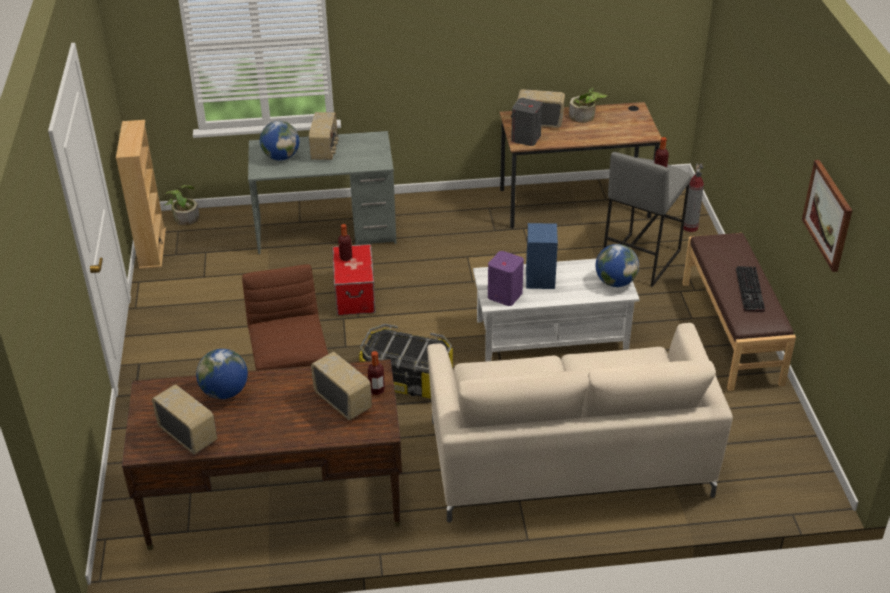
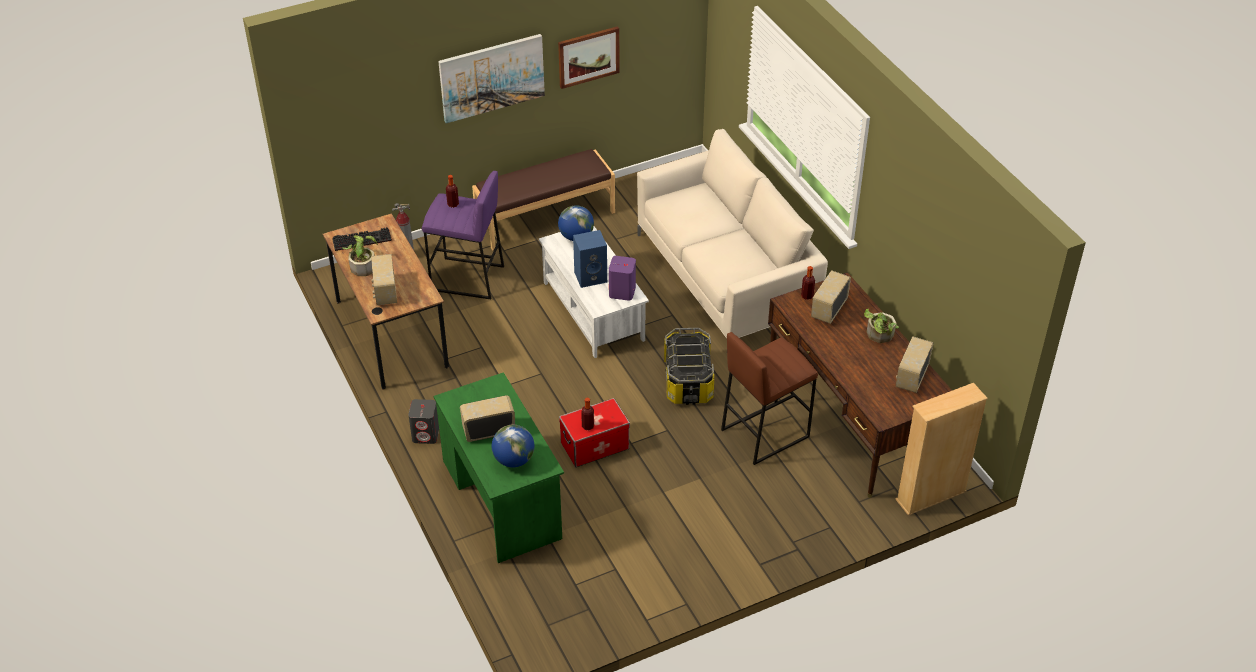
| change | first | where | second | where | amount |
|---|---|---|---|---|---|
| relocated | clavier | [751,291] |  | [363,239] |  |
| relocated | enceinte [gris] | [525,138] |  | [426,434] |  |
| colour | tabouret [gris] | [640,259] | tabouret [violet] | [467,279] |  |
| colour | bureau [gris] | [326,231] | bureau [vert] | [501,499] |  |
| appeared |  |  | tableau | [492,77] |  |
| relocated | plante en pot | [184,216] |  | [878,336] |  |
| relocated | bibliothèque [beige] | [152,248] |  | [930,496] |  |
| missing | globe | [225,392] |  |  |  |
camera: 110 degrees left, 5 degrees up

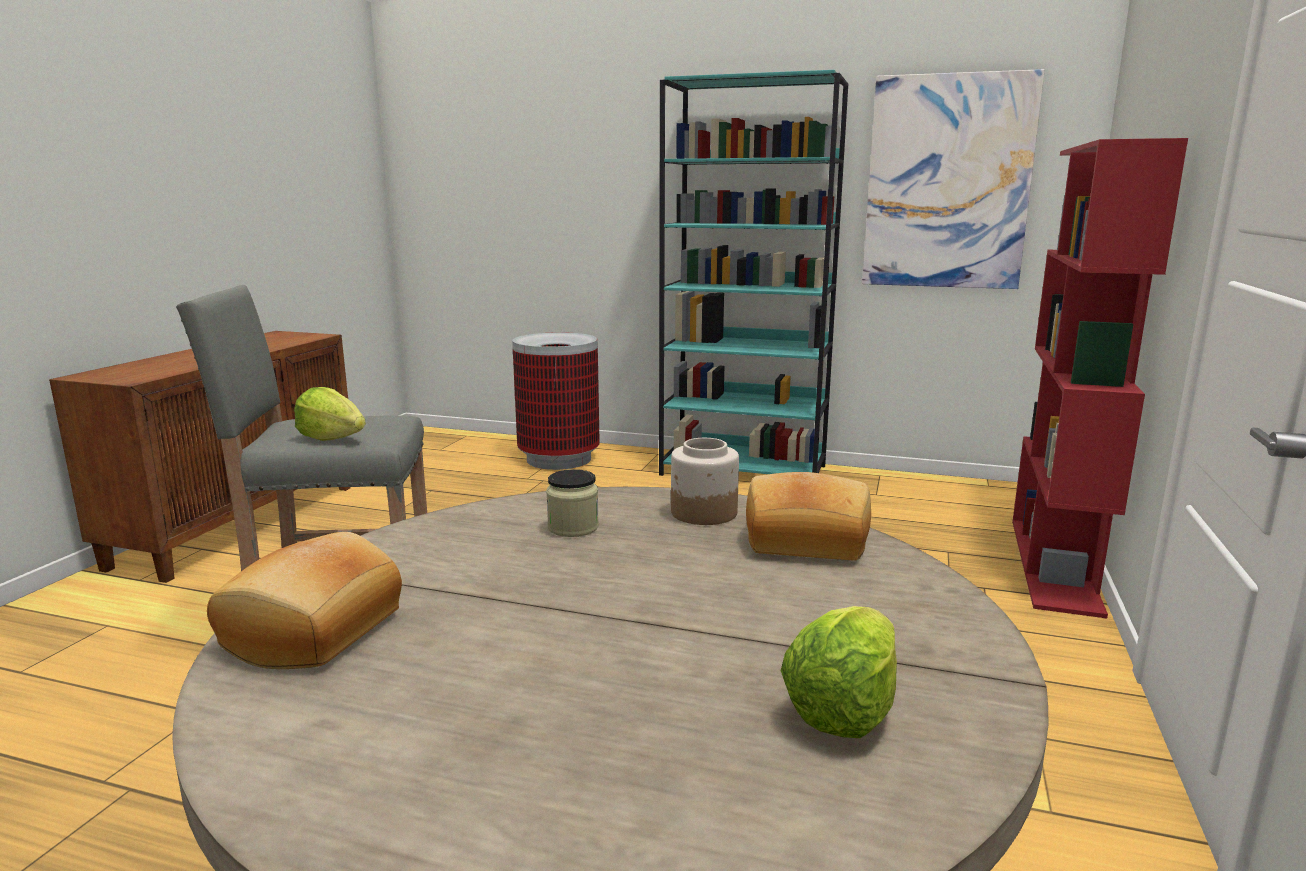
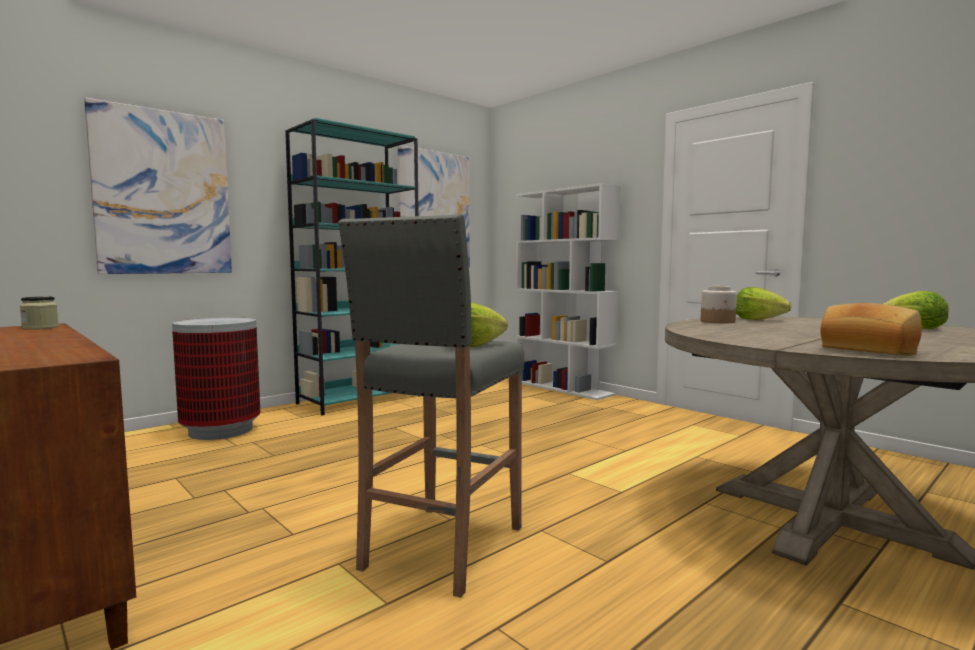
| change | first | where | second | where | amount |
|---|---|---|---|---|---|
| relocated | bocal | [573,527] |  | [40,328] |  |
| appeared |  |  | tableau | [163,193] |  |
| colour | bibliothèque [rouge] | [1055,565] | bibliothèque [blanc] | [563,388] |  |
| exchanged | pain | [806,540] | laitue | [758,319] |  |
camera: 60 degrees left, 10 degrees down

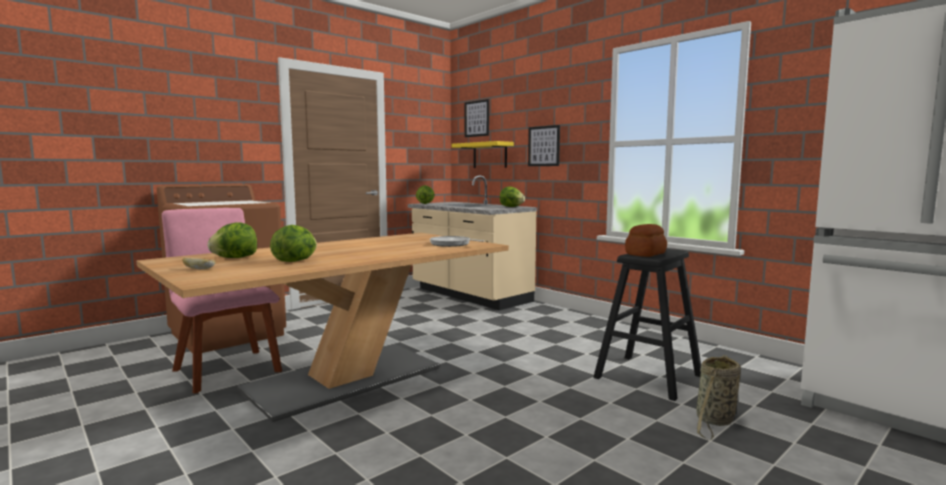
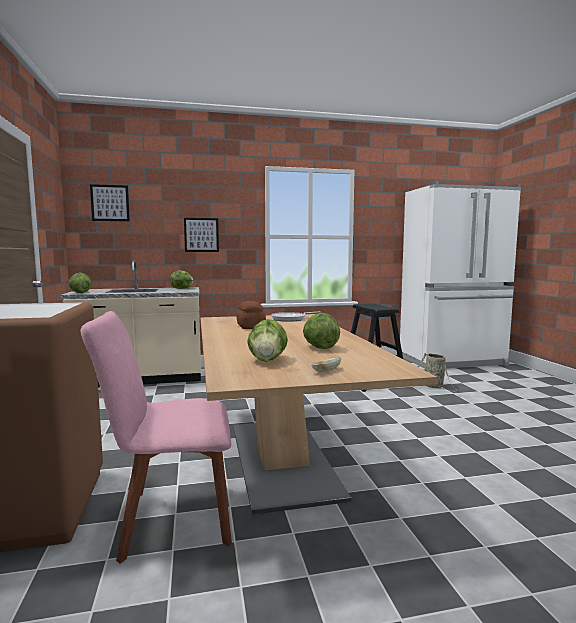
| change | first | where | second | where | amount |
|---|---|---|---|---|---|
| relocated | pain | [646,254] |  | [251,326] |  |
| missing | étagère [jaune] | [490,155] |  |  |  |
camera: 60 degrees left, 0 degrees up

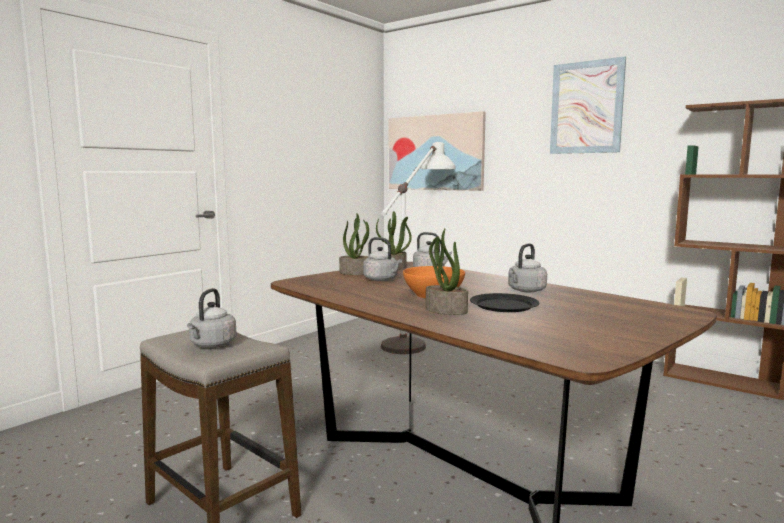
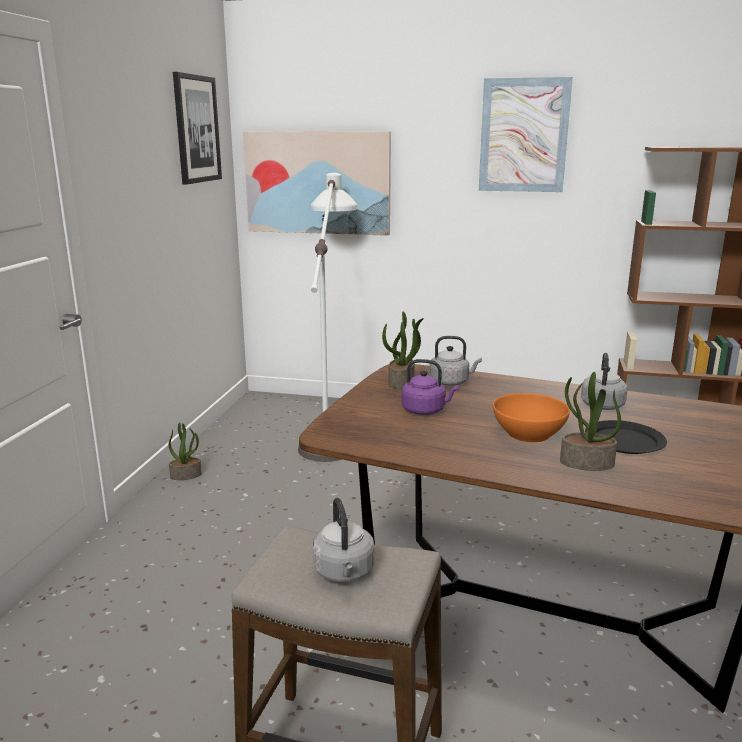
| change | first | where | second | where | amount |
|---|---|---|---|---|---|
| relocated | plante en pot | [356,273] |  | [186,475] |  |
| appeared |  |  | tableau | [196,129] |  |
| colour | bouilloire [gris] | [382,279] | bouilloire [violet] | [426,410] |  |
camera: 25 degrees left, 10 degrees up

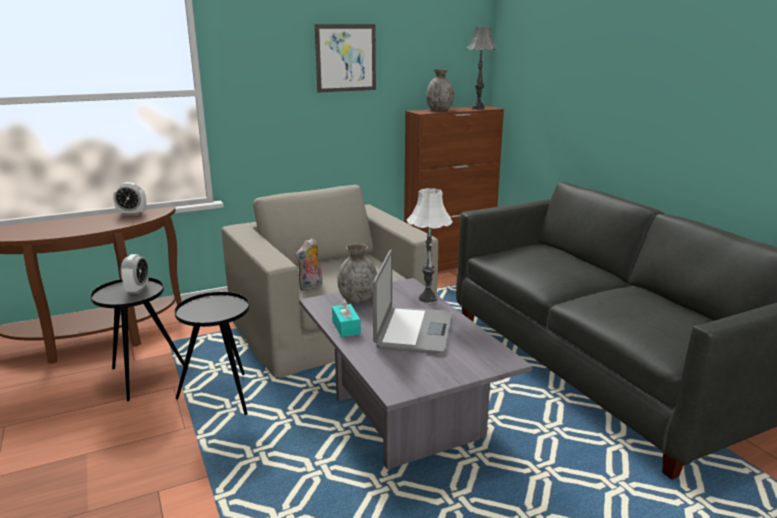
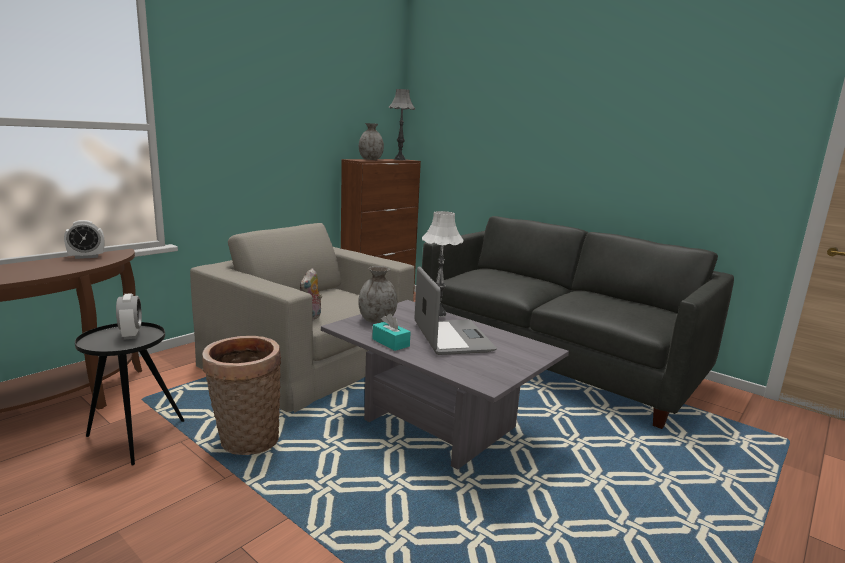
| change | first | where | second | where | amount |
|---|---|---|---|---|---|
| exchanged | table d'appoint [noir] | [222,397] | panier | [246,441] |  |
| missing | tableau | [346,58] |  |  |  |
camera: 25 degrees left, 5 degrees down

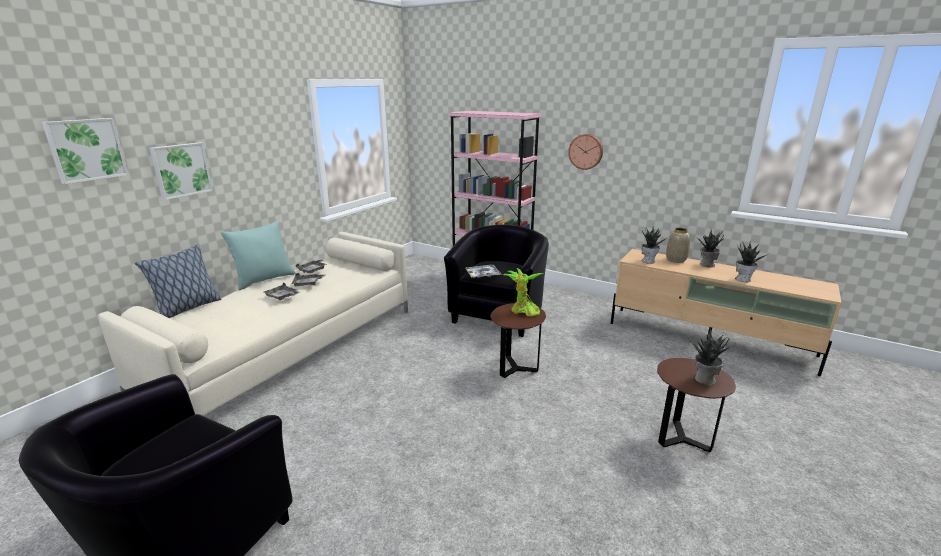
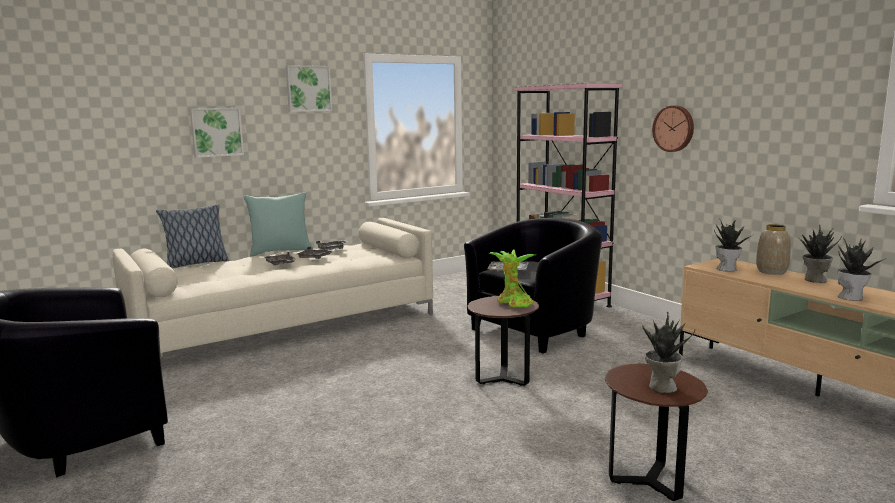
| change | first | where | second | where | amount |
|---|---|---|---|---|---|
| relocated | tableau | [86,149] |  | [308,88] |  |
camera: 25 degrees right, 10 degrees down

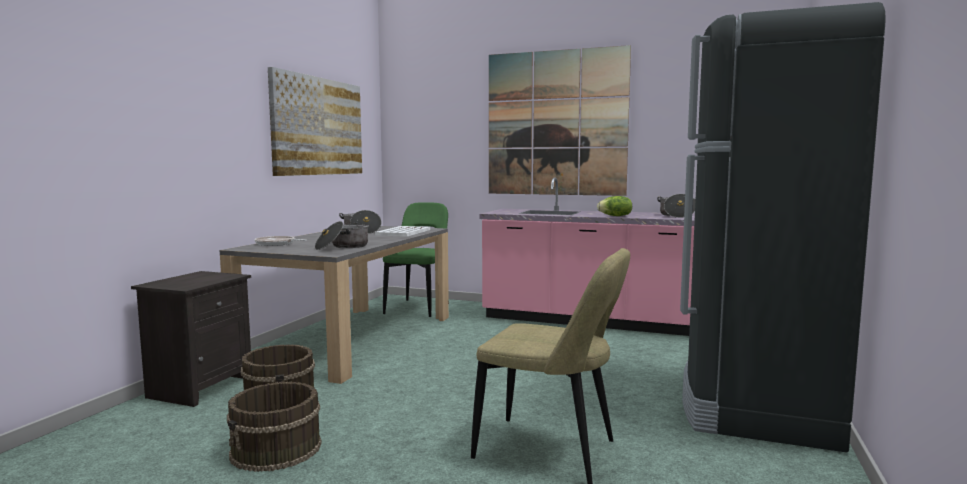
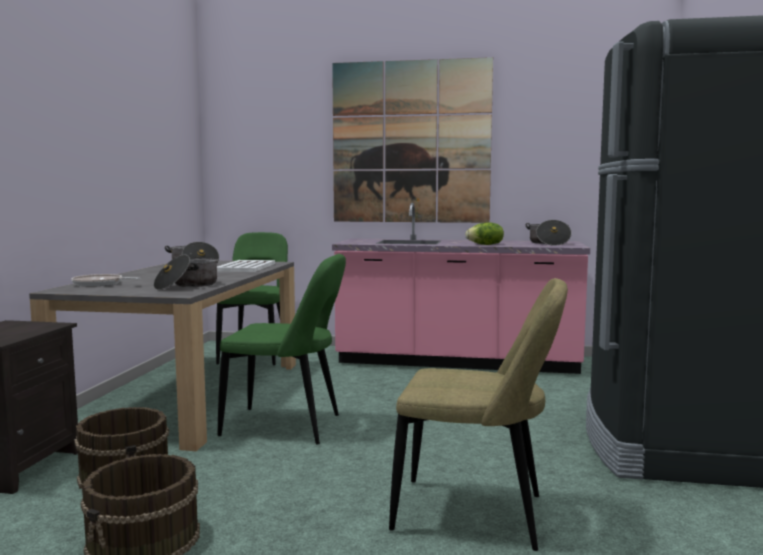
| change | first | where | second | where | amount |
|---|---|---|---|---|---|
| appeared |  |  | chaise [vert] | [287,426] |  |
| missing | tableau | [318,126] |  |  |  |
camera: 10 degrees left, 0 degrees up

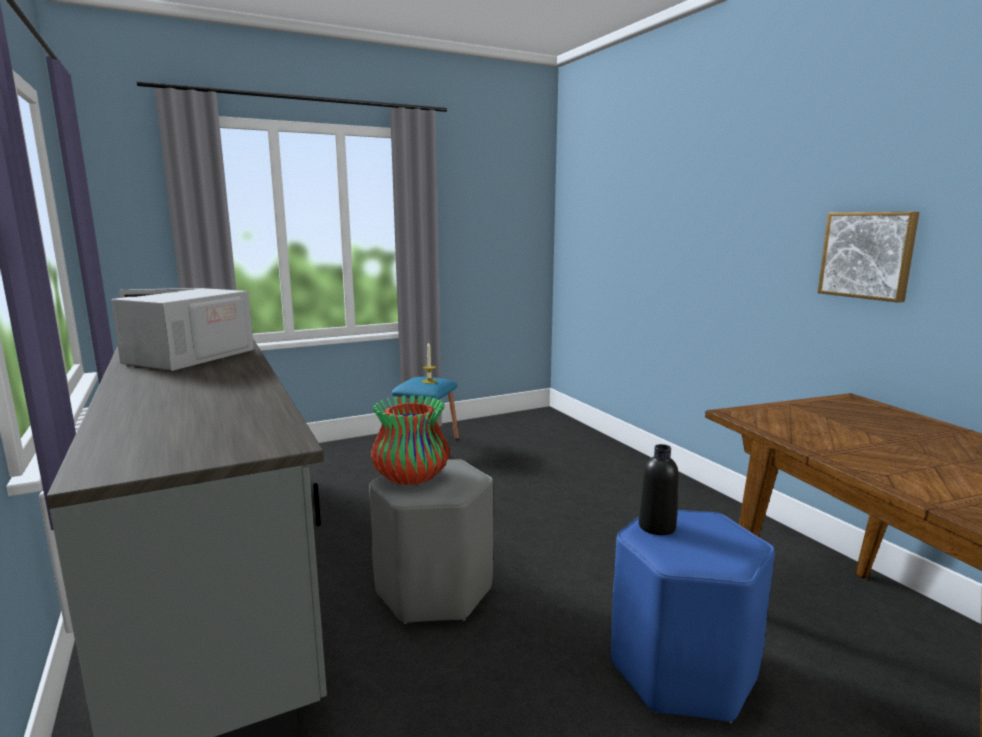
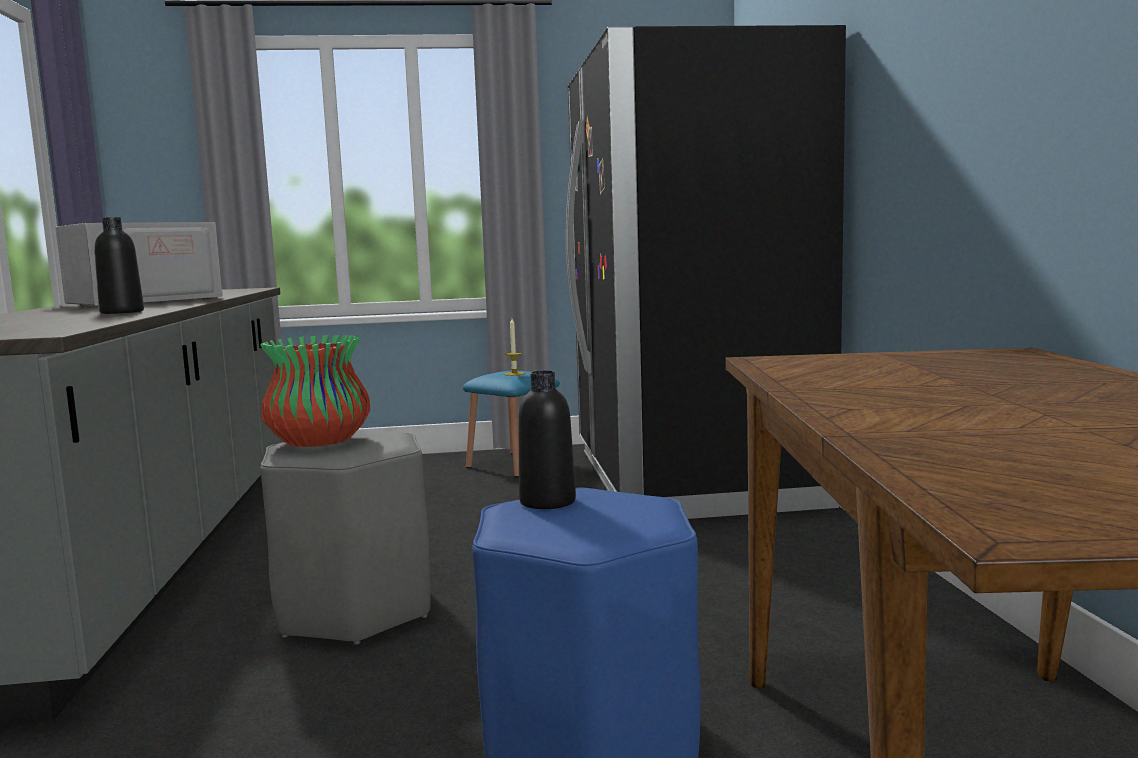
| change | first | where | second | where | amount |
|---|---|---|---|---|---|
| appeared |  |  | bouteille [noir] | [122,312] |  |
| appeared |  |  | réfrigérateur [noir] | [691,478] |  |
| missing | tableau | [867,255] |  |  |  |
camera: 20 degrees right, 5 degrees down

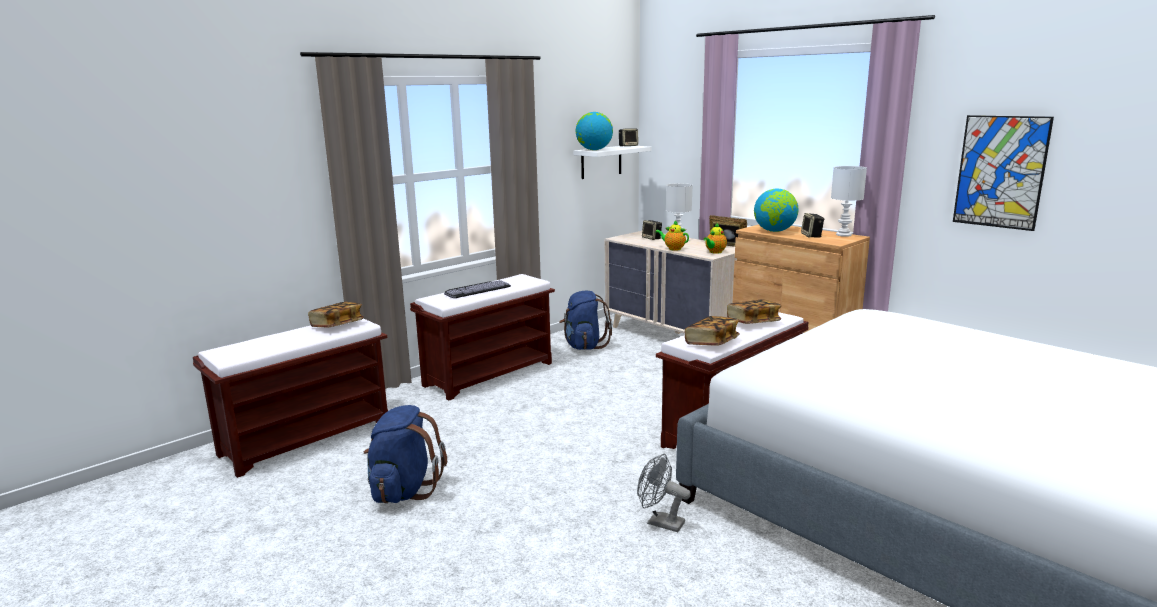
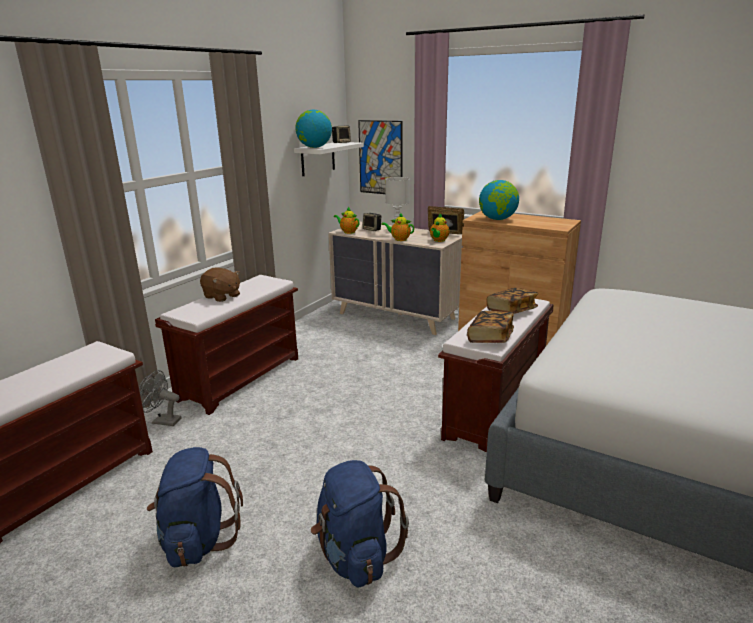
| change | first | where | second | where | amount |
|---|---|---|---|---|---|
| relocated | ventilateur [gris] | [660,522] |  | [162,421] |  |
| exchanged | clavier | [476,289] | peluche [marron] | [222,296] |  |
| relocated | sac à dos [bleu] | [584,346] |  | [355,557] |  |
| appeared |  |  | théière | [348,232] |  |
| relocated | tableau | [1000,172] |  | [380,158] |  |
| missing | livre | [337,325] |  |  |  |
| missing | enceinte | [812,236] |  |  |  |
| missing | lampe de table [blanc] | [844,235] |  |  |  |
camera: 15 degrees left, 5 degrees up

